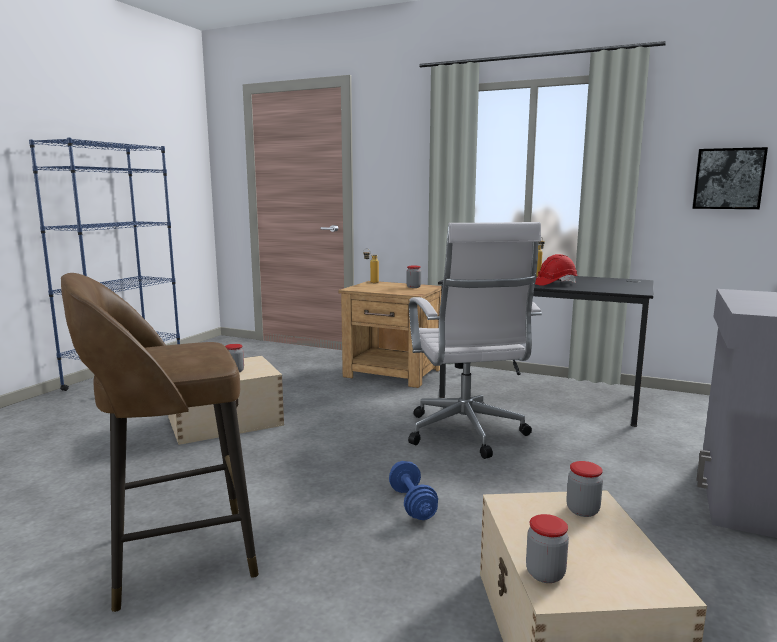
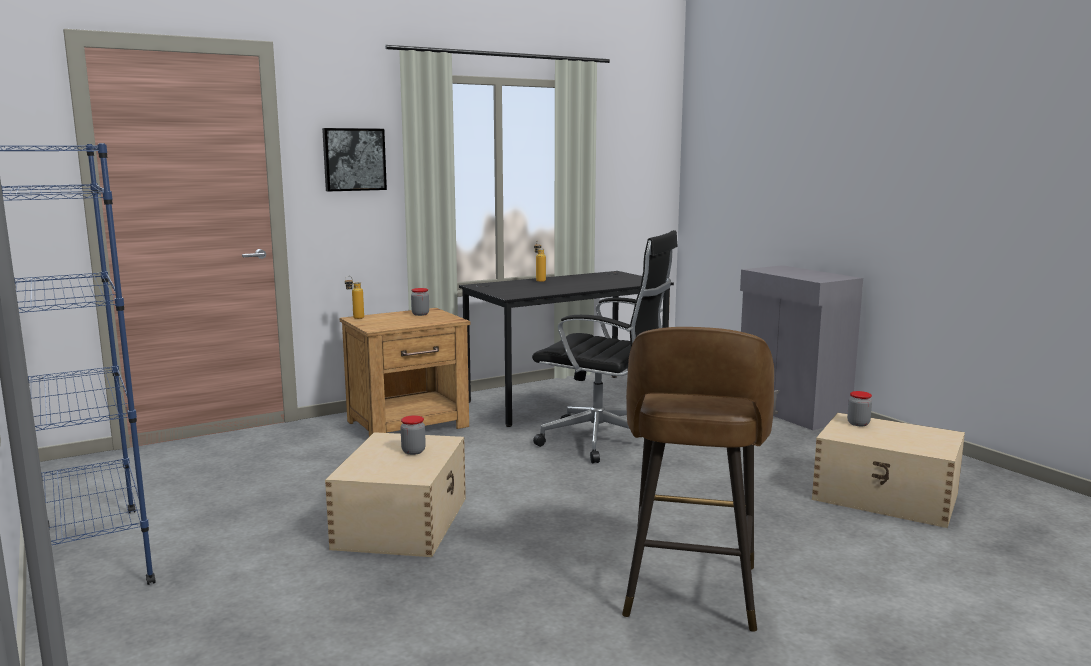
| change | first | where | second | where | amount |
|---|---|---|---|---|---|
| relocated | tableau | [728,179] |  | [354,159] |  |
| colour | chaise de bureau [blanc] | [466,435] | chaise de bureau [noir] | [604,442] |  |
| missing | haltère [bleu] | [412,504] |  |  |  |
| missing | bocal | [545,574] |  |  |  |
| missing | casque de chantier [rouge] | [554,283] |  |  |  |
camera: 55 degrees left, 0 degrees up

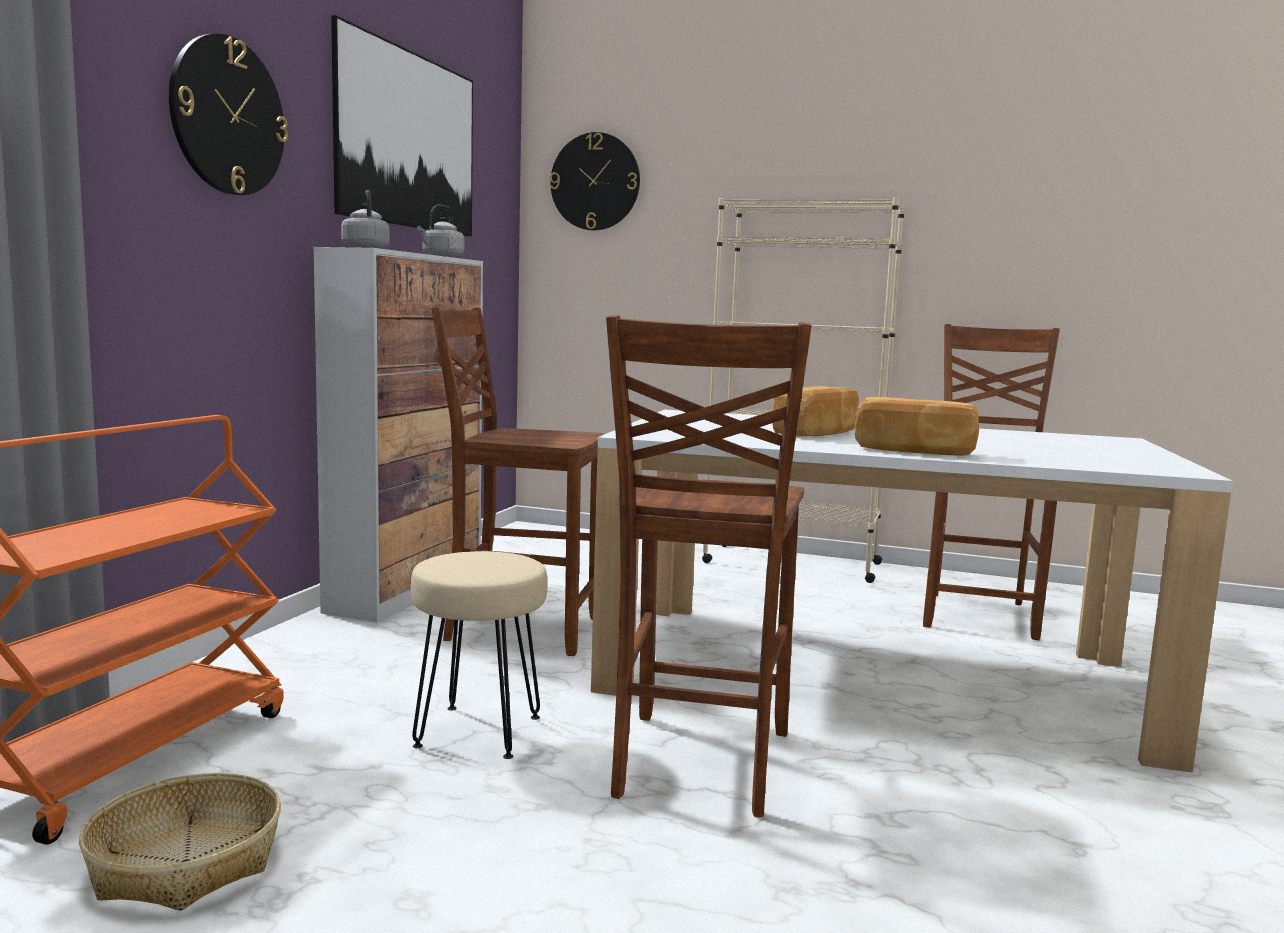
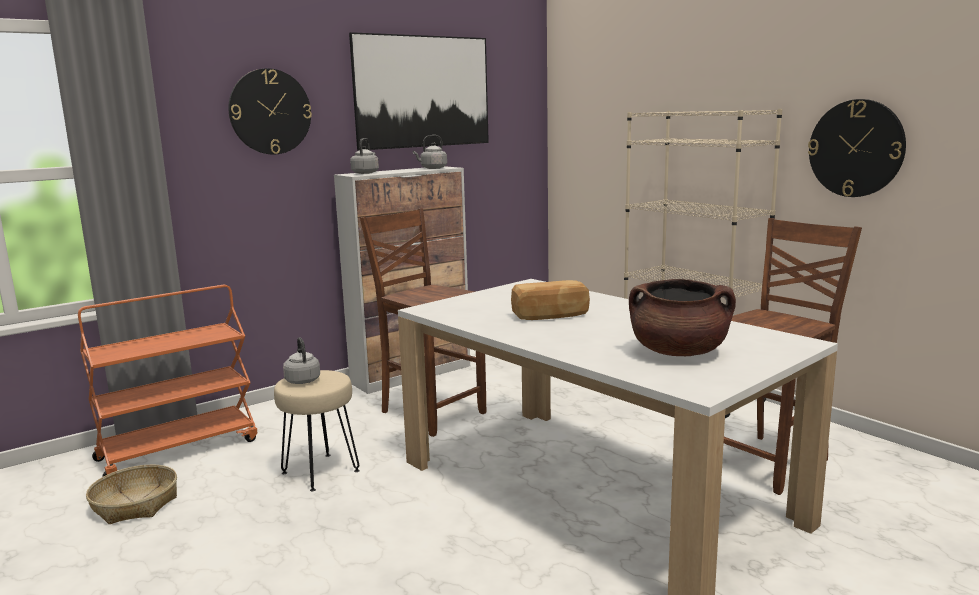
| change | first | where | second | where | amount |
|---|---|---|---|---|---|
| appeared |  |  | bouilloire [gris] | [302,380] |  |
| appeared |  |  | marmite [marron] | [678,352] |  |
| relocated | horloge murale | [595,182] |  | [856,148] |  |
| missing | chaise [marron] | [697,764] |  |  |  |
| missing | pain | [914,451] |  |  |  |
camera: 35 degrees right, 5 degrees up

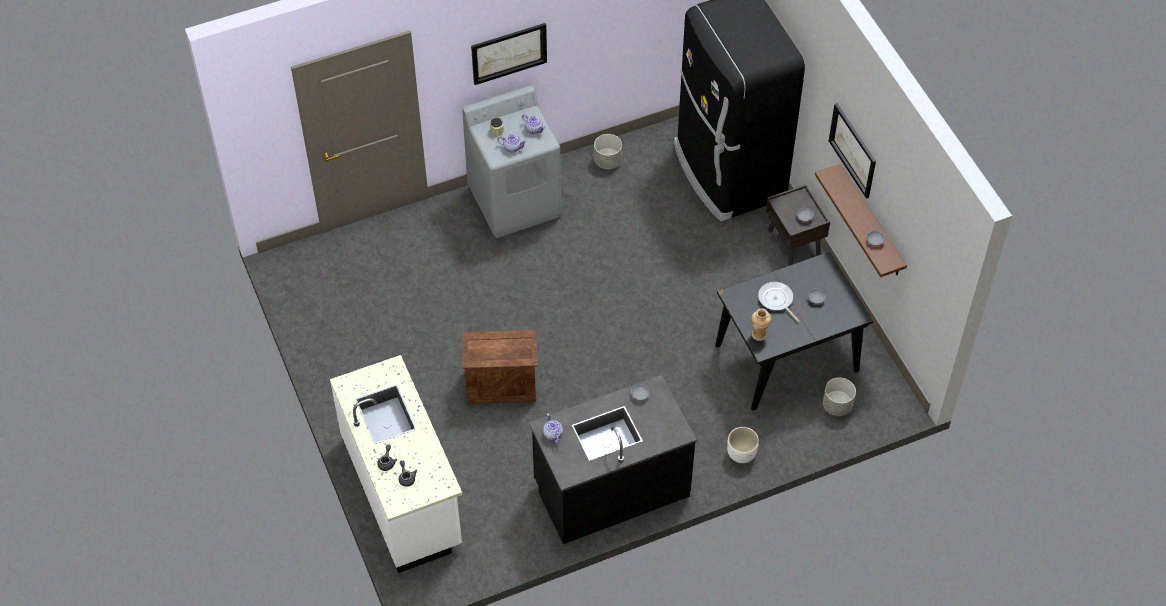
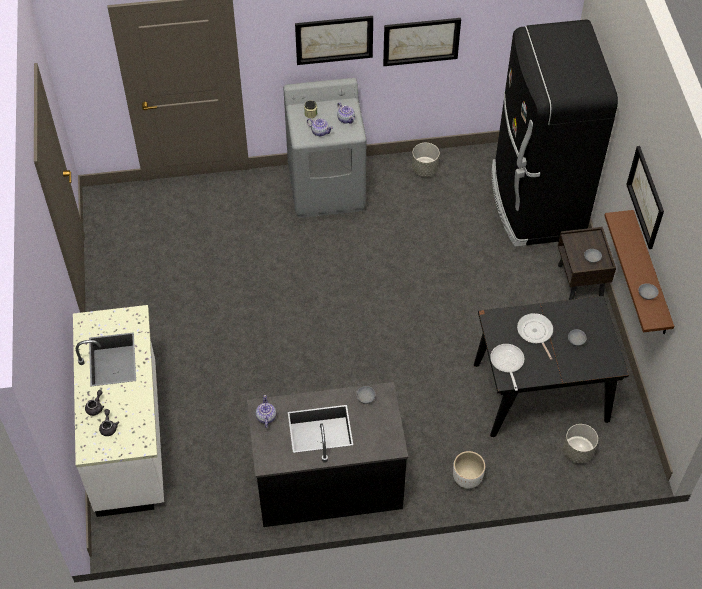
| change | first | where | second | where | amount |
|---|---|---|---|---|---|
| appeared |  |  | tableau | [421,41] |  |
| exchanged | vase | [759,334] | poêle | [507,363] |  |
| missing | caisse | [501,385] |  |  |  |
camera: 15 degrees right, 0 degrees up

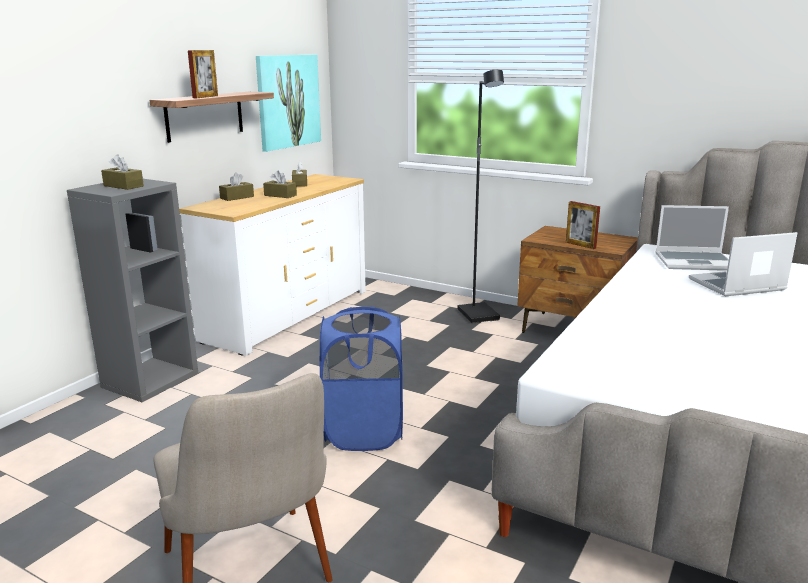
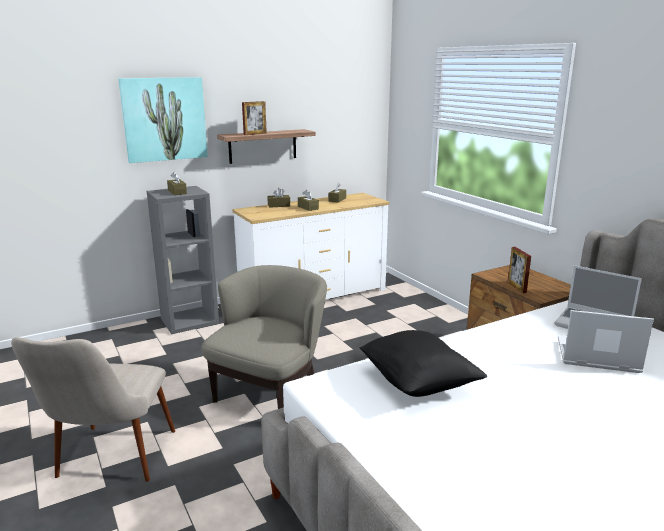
| change | first | where | second | where | amount |
|---|---|---|---|---|---|
| relocated | tableau | [288,101] |  | [164,119] |  |
| exchanged | panier à linge [bleu] | [364,432] | fauteuil [beige] | [270,393] |  |
| appeared |  |  | coussin [noir] | [418,383] |  |
| missing | lampadaire [noir] | [479,315] |  |  |  |
camera: 30 degrees right, 0 degrees up

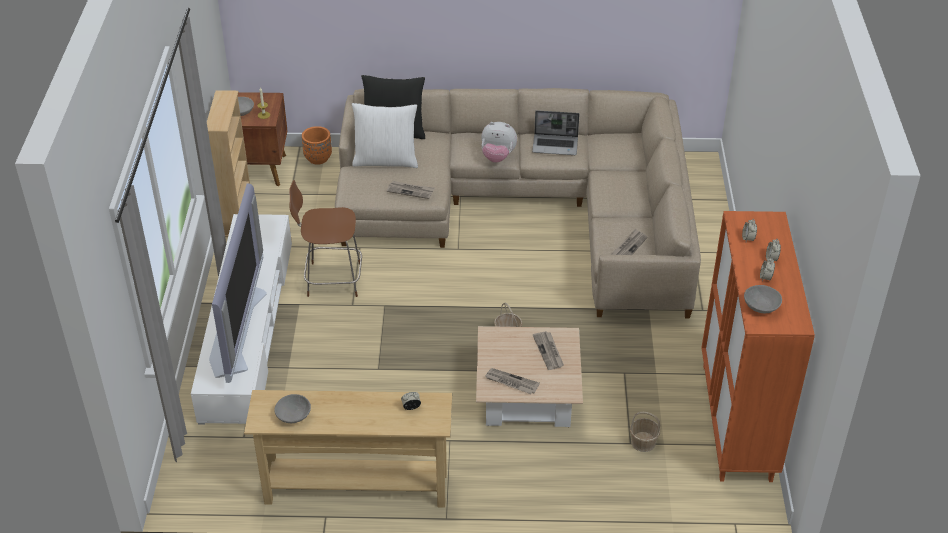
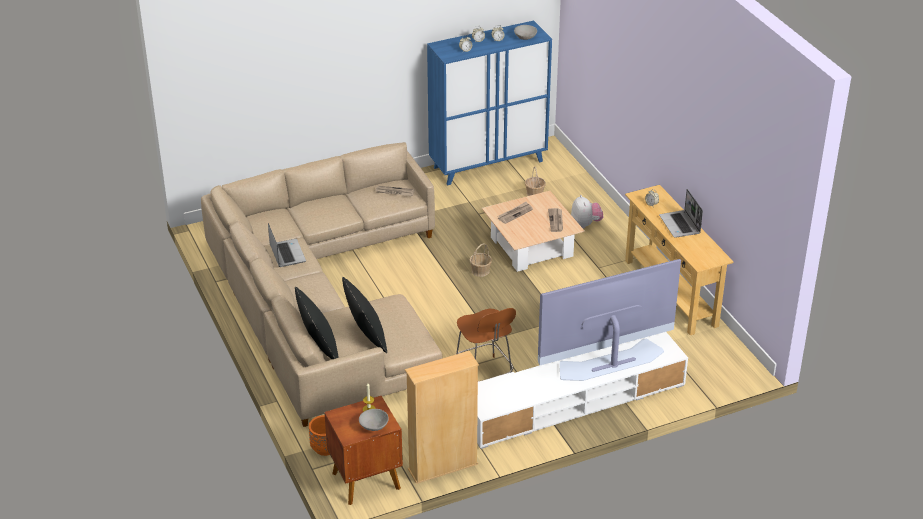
| change | first | where | second | where | amount |
|---|---|---|---|---|---|
| colour | coussin [blanc] | [386,160] | coussin [noir] | [366,337] |  |
| colour | meuble de rangement [orange] | [737,422] | meuble de rangement [bleu] | [488,164] |  |
| relocated | peluche | [497,157] |  | [585,224] |  |
| appeared |  |  | ordinateur portable | [680,225] |  |
| missing | bol [gris] | [294,416] |  |  |  |
| missing | journal | [411,191] |  |  |  |
camera: 115 degrees left, 5 degrees down

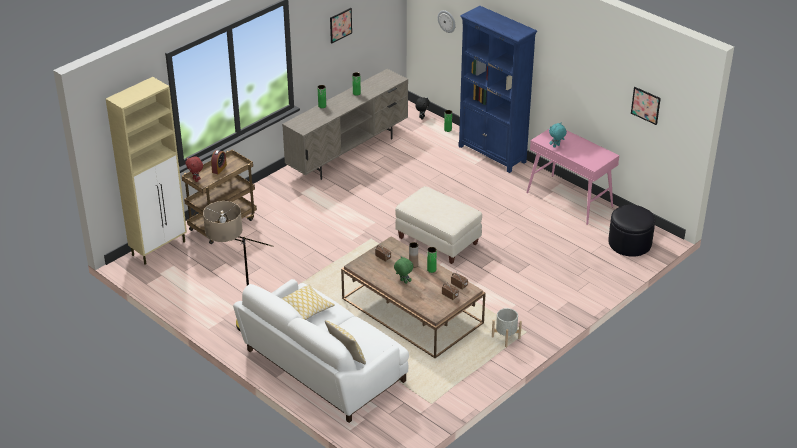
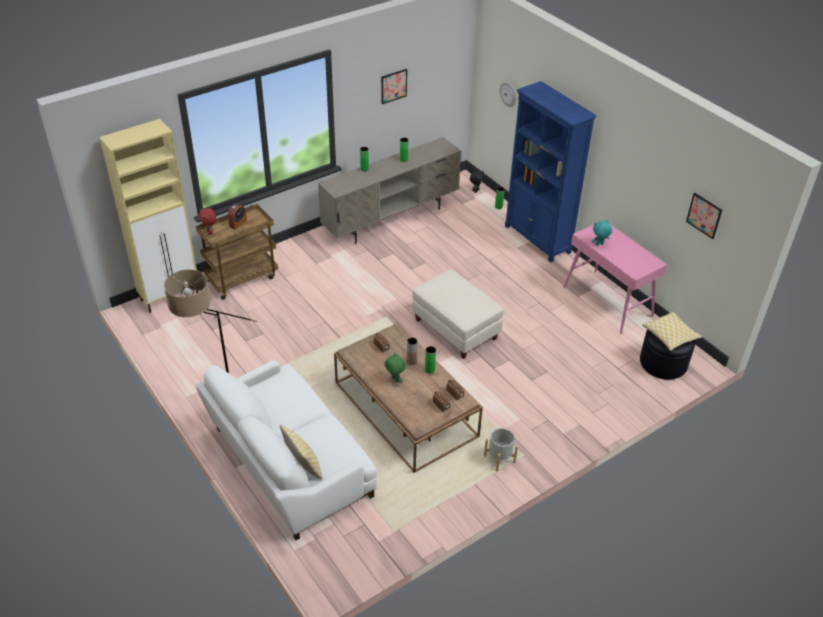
| change | first | where | second | where | amount |
|---|---|---|---|---|---|
| relocated | coussin | [306,308] |  | [670,336] |  |
camera: 10 degrees right, 5 degrees up

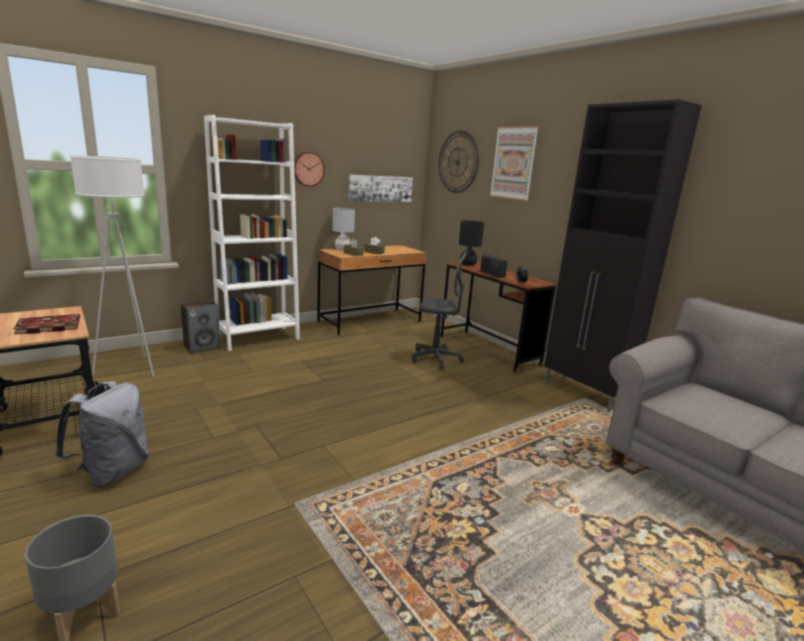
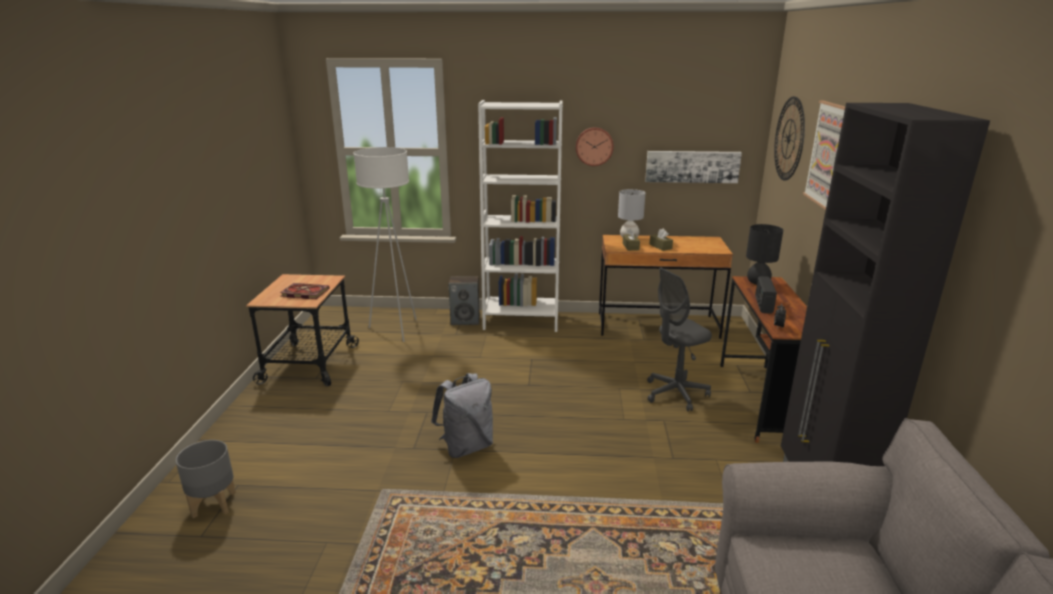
| change | first | where | second | where | amount |
|---|---|---|---|---|---|
| relocated | sac à dos [gris] | [112,472] |  | [466,446] |  |
| spun | chaise de bureau [gris] | [436,359] |  | [675,394] | 105 degrees clockwise |
camera: 40 degrees right, 5 degrees up

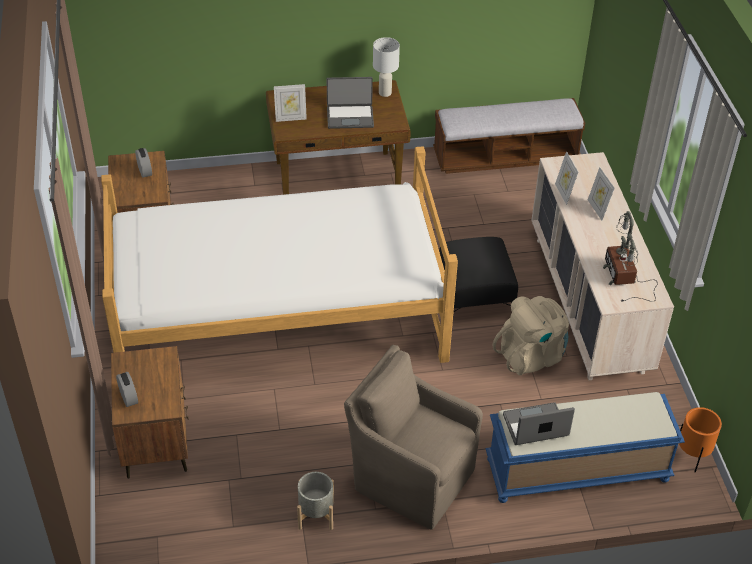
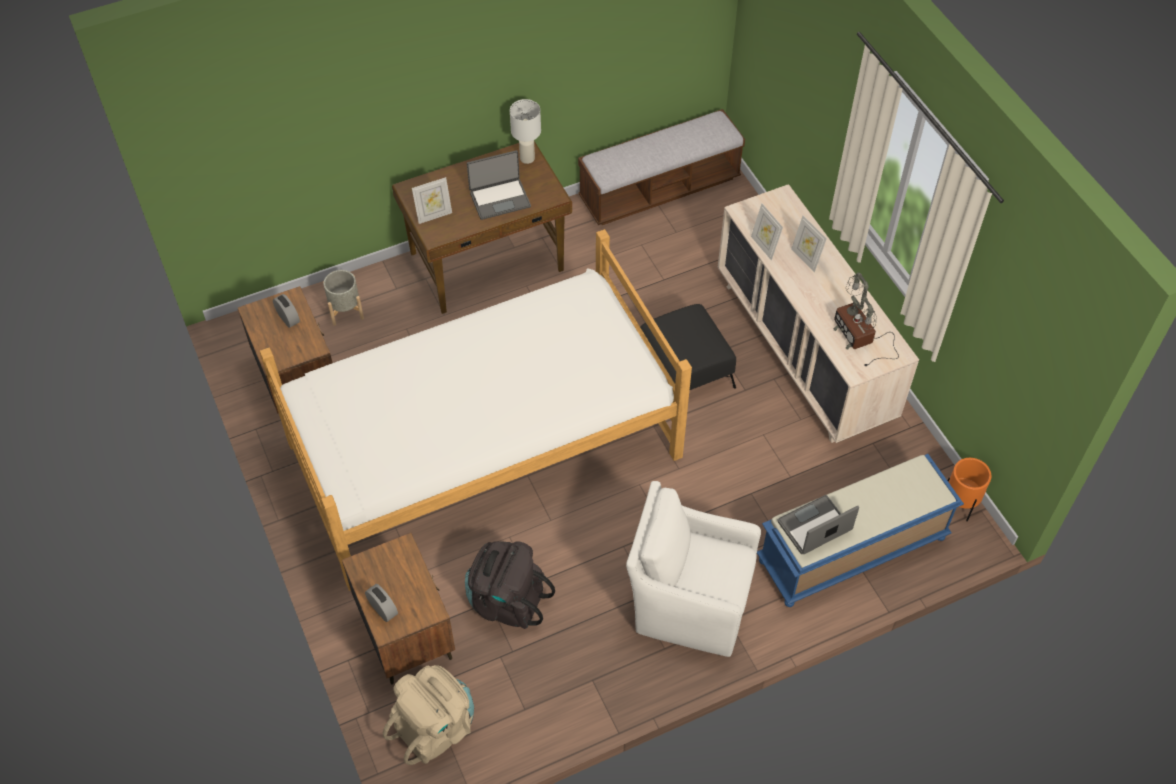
| change | first | where | second | where | amount |
|---|---|---|---|---|---|
| relocated | cache-pot [gris] | [316,515] |  | [346,310] |  |
| relocated | sac à dos [beige] | [531,356] |  | [435,727] |  |
| appeared |  |  | sac à dos [noir] | [506,601] |  |
| colour | fauteuil [marron] | [411,477] | fauteuil [blanc] | [688,603] |  |
camera: 15 degrees left, 10 degrees up

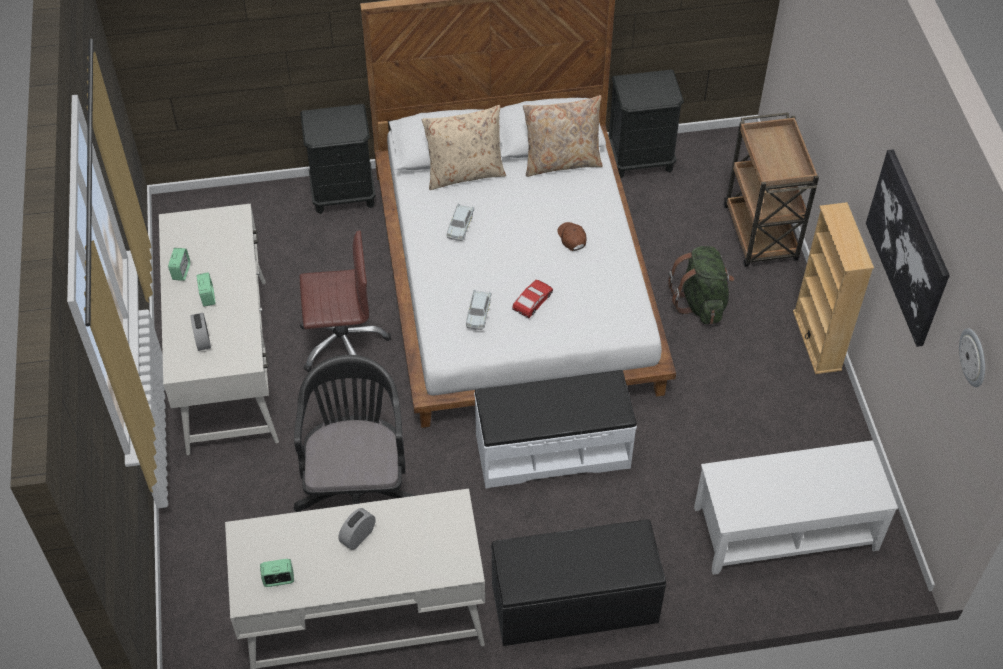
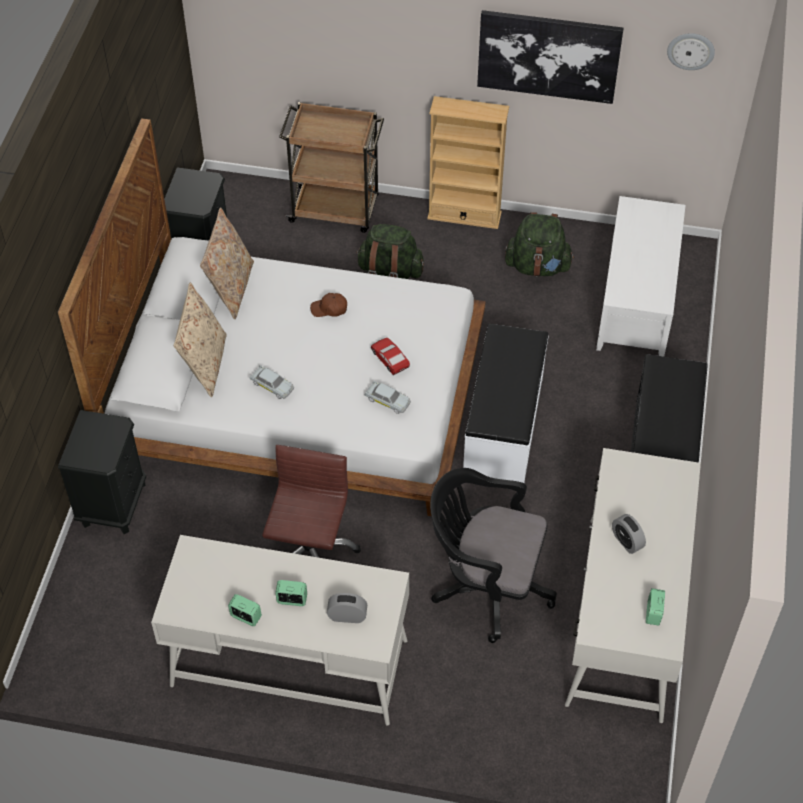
| change | first | where | second | where | amount |
|---|---|---|---|---|---|
| appeared |  |  | sac à dos [vert] | [537,266] |  |
camera: 70 degrees left, 0 degrees up

